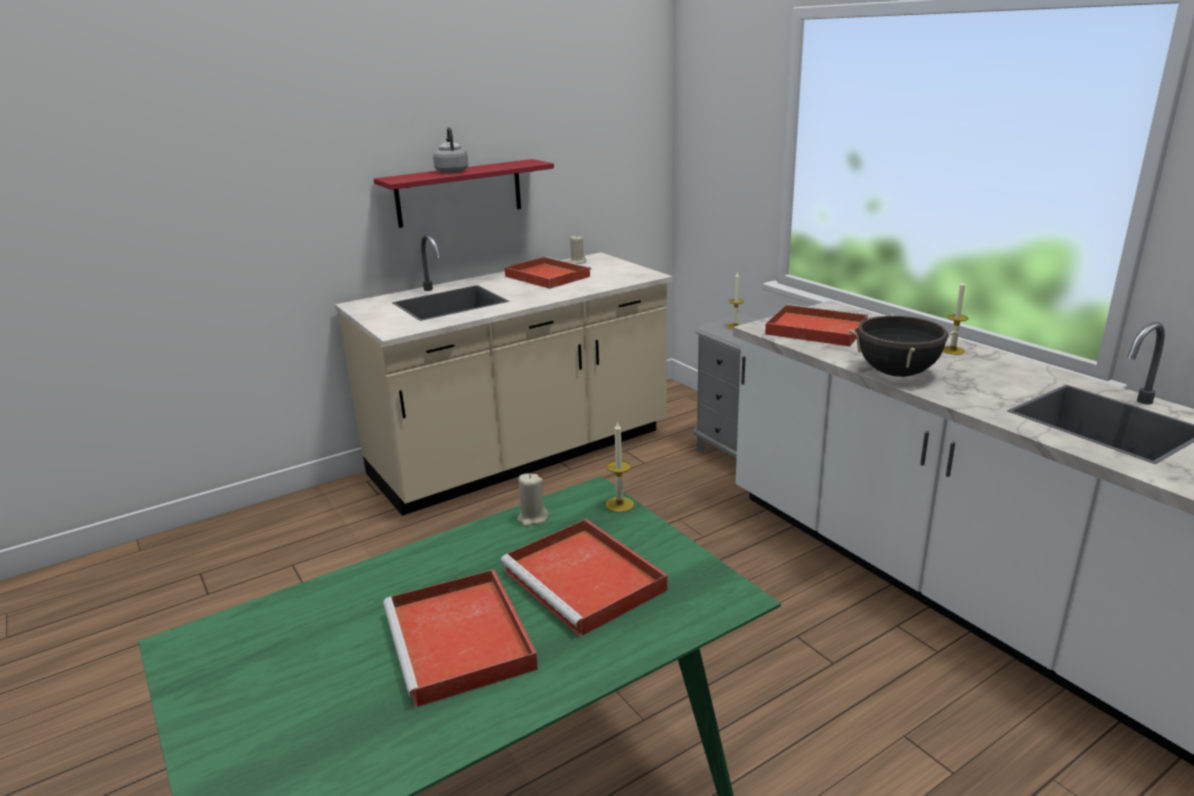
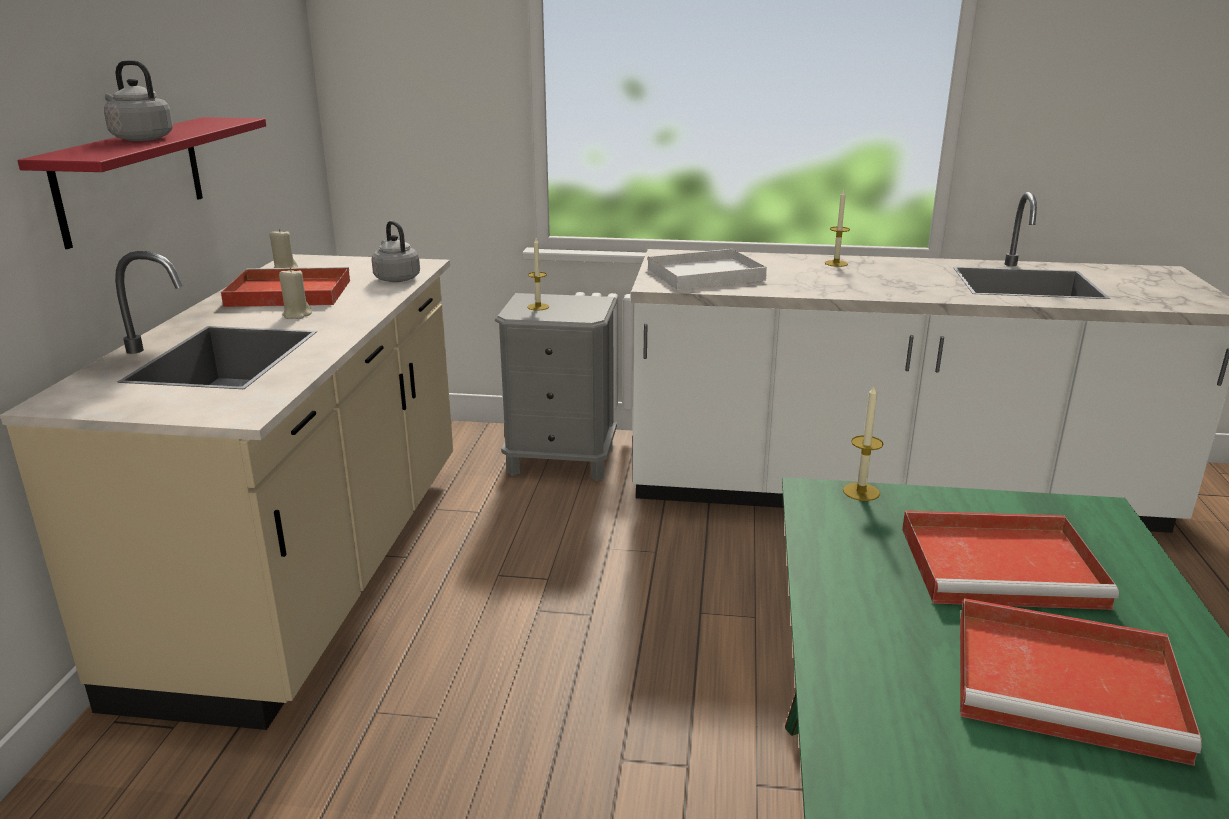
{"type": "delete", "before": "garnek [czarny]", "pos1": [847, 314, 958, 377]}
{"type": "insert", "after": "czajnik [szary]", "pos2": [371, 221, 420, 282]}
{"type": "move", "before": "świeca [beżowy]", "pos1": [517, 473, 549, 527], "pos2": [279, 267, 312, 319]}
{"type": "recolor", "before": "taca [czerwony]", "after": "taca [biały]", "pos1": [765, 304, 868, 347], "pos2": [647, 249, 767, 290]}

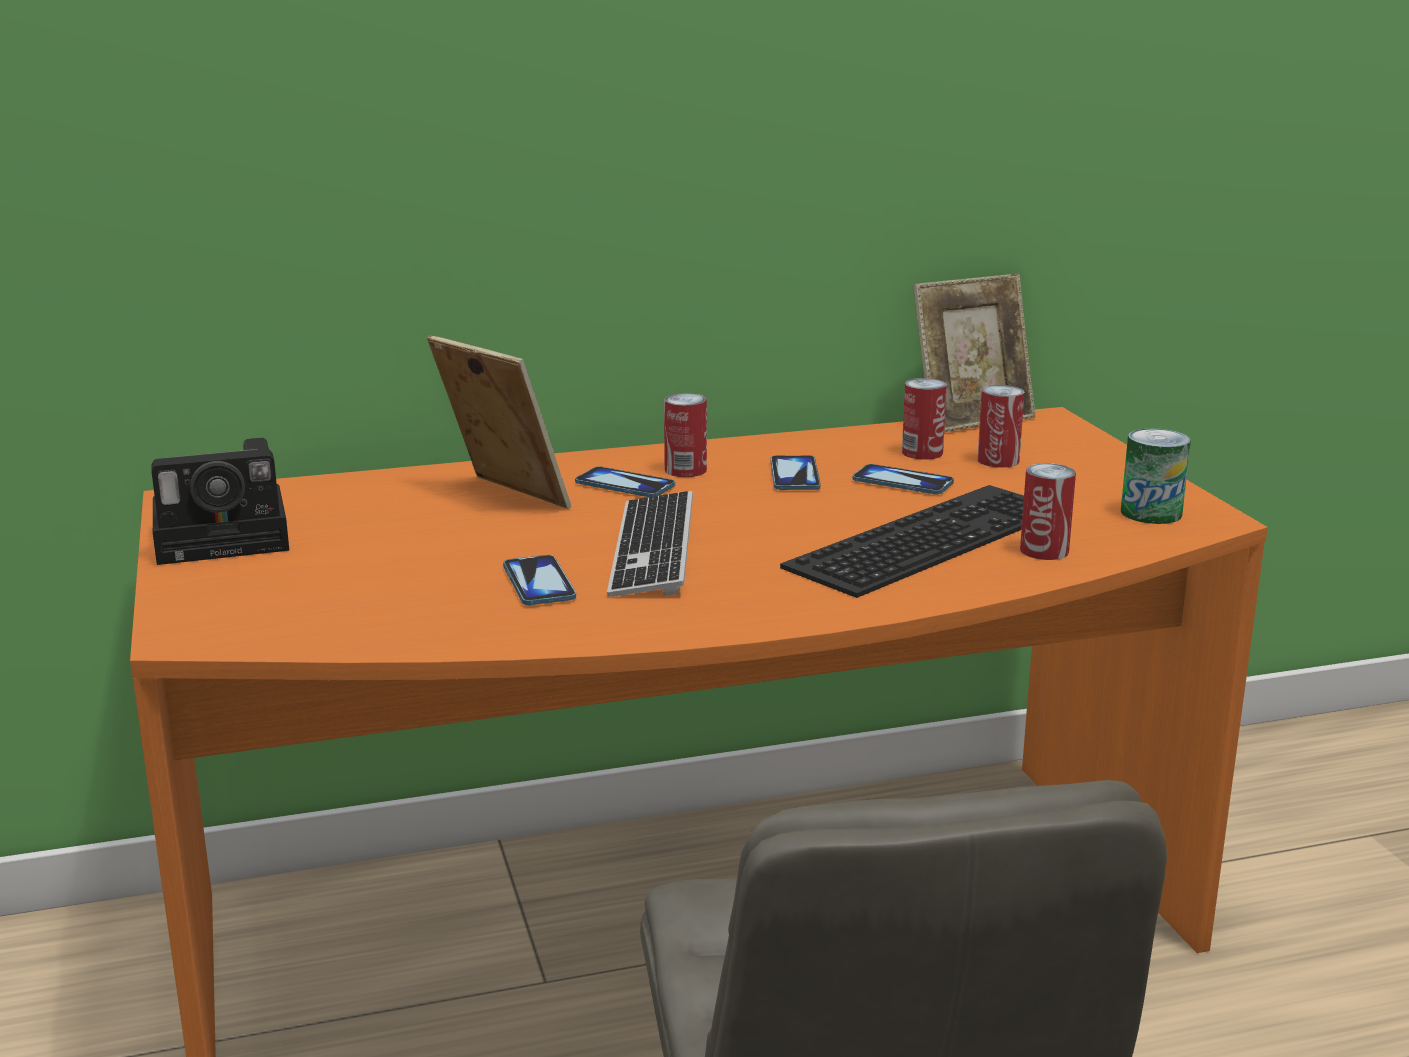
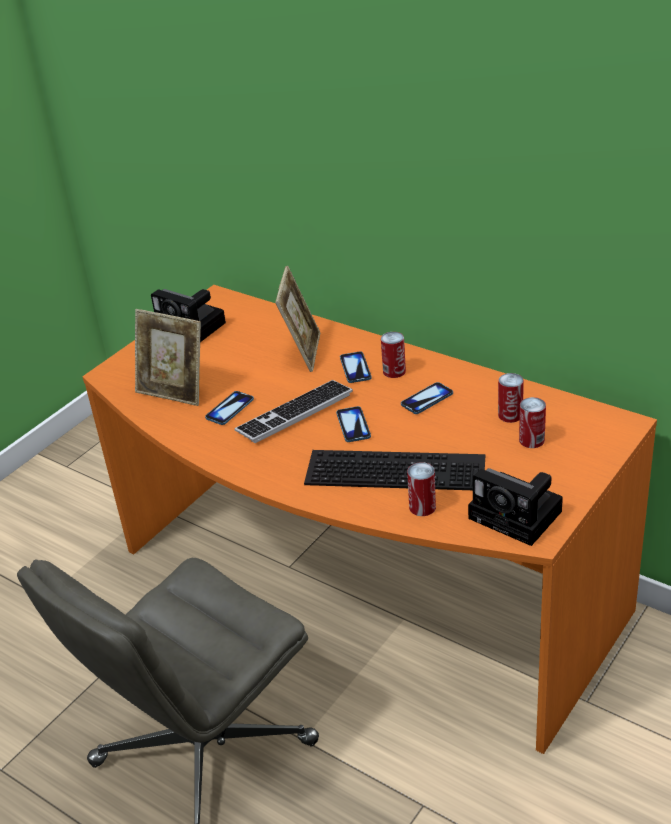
{"type": "move", "before": "telefon", "pos1": [853, 464, 954, 495], "pos2": [336, 406, 371, 442]}
{"type": "move", "before": "ramka na zdjęcie", "pos1": [913, 274, 1036, 432], "pos2": [135, 309, 201, 406]}
{"type": "replace", "before": "puszka", "after": "aparat fotograficzny", "pos1": [1121, 428, 1191, 524], "pos2": [468, 468, 563, 546]}

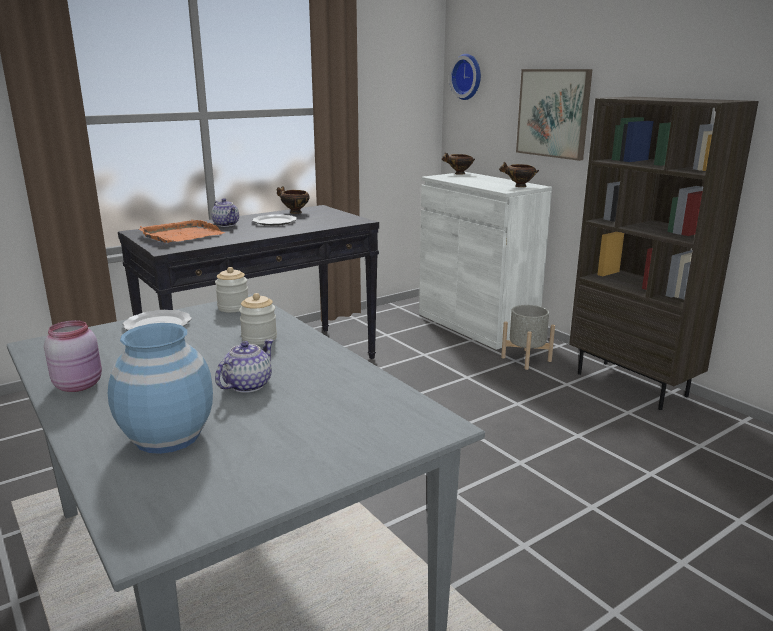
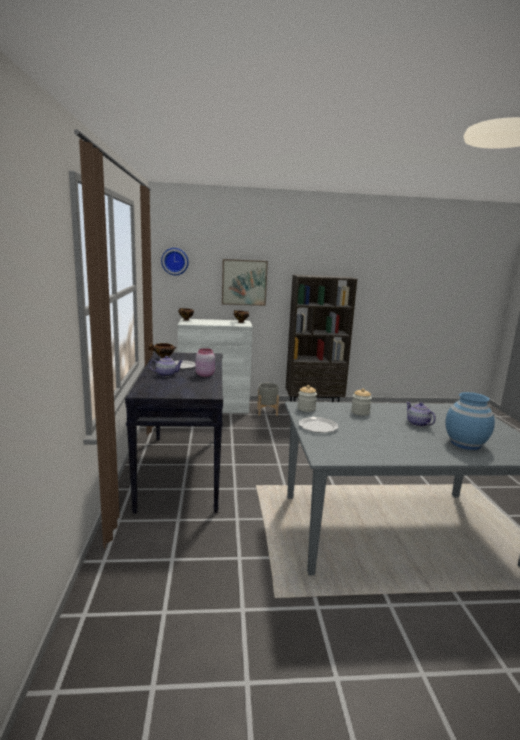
{"type": "delete", "before": "taca [pomarańczowy]", "pos1": [139, 220, 225, 243]}
{"type": "move", "before": "słoik [różowy]", "pos1": [44, 320, 102, 392], "pos2": [195, 348, 215, 377]}

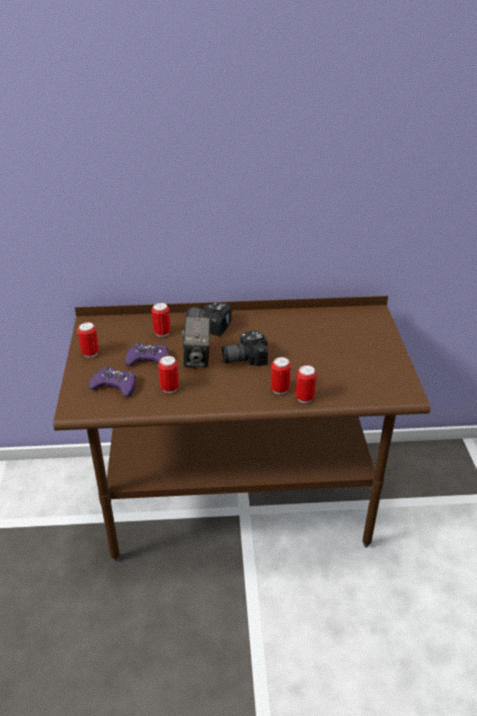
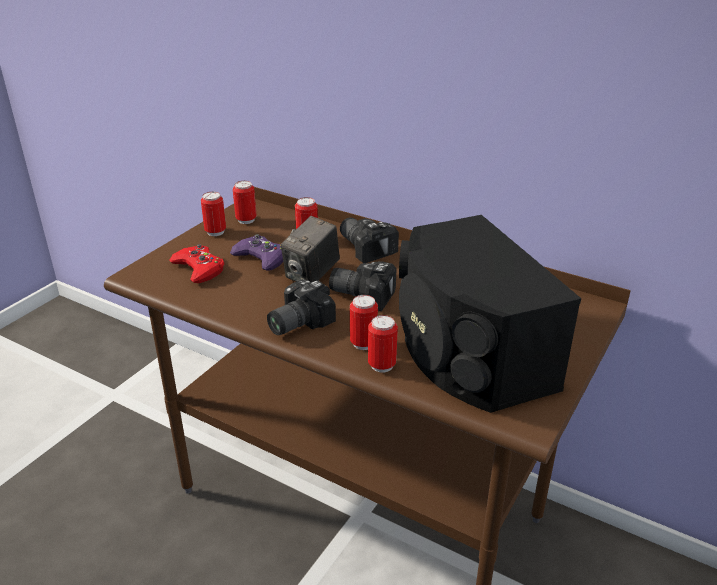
{"type": "insert", "after": "aparat fotograficzny", "pos2": [267, 279, 336, 335]}
{"type": "insert", "after": "głośnik [czarny]", "pos2": [399, 215, 581, 413]}
{"type": "move", "before": "puszka", "pos1": [158, 356, 179, 393], "pos2": [233, 181, 257, 224]}
{"type": "recolor", "before": "pad do gier [fioletowy]", "after": "pad do gier [czerwony]", "pos1": [89, 367, 137, 397], "pos2": [170, 244, 224, 283]}

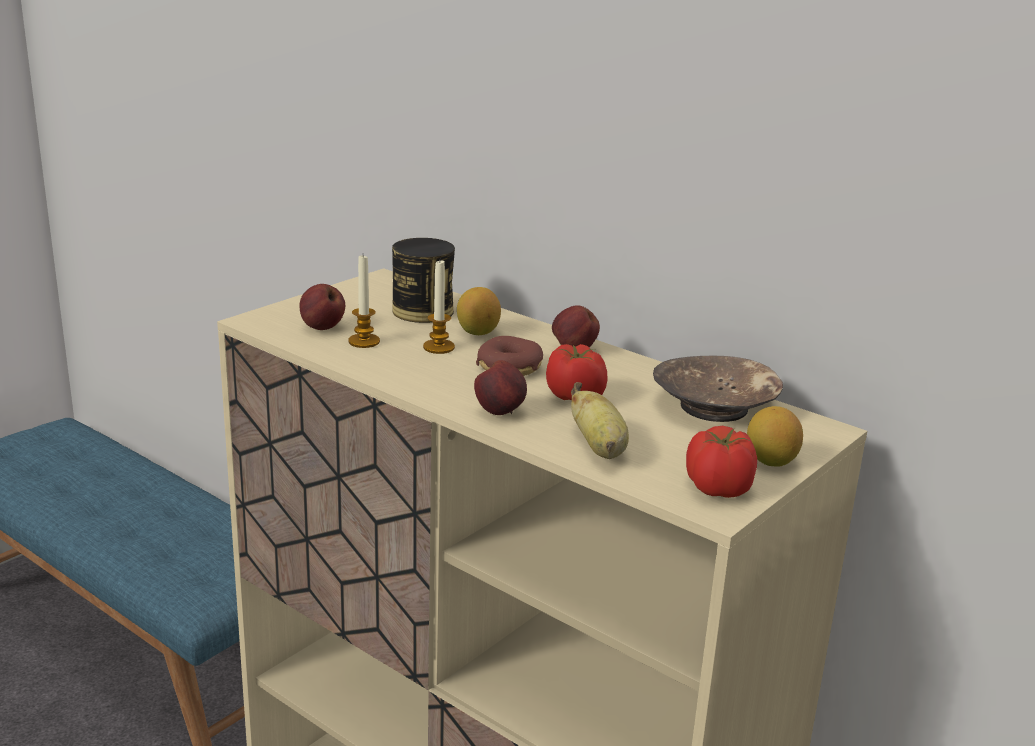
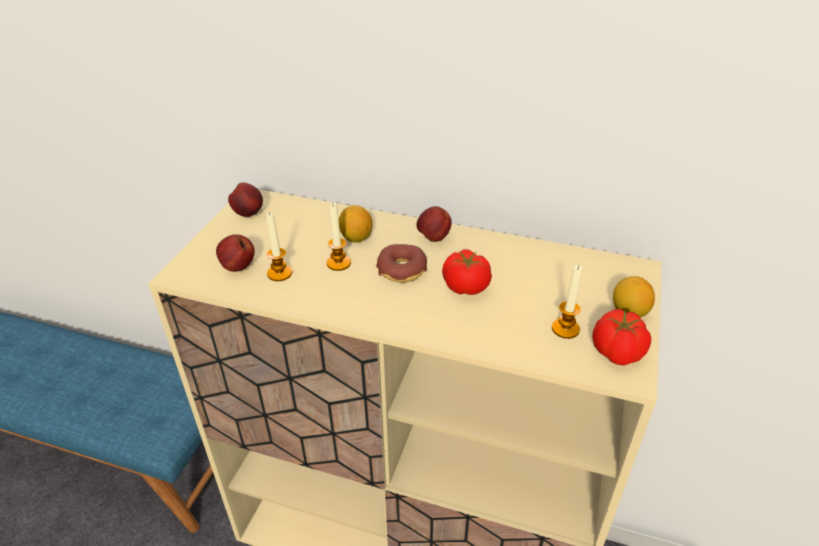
{"type": "delete", "before": "puszka", "pos1": [392, 238, 455, 323]}
{"type": "delete", "before": "banan", "pos1": [571, 382, 629, 459]}
{"type": "delete", "before": "miska [brązowy]", "pos1": [653, 356, 783, 422]}
{"type": "insert", "after": "świeca", "pos2": [552, 265, 582, 339]}
{"type": "move", "before": "jabłko", "pos1": [474, 360, 527, 415], "pos2": [228, 182, 263, 217]}

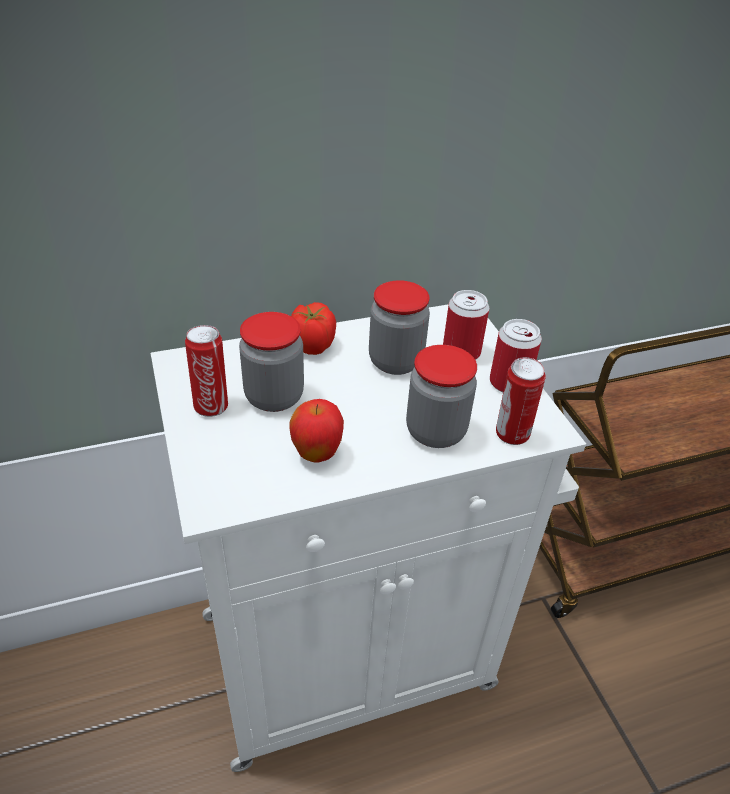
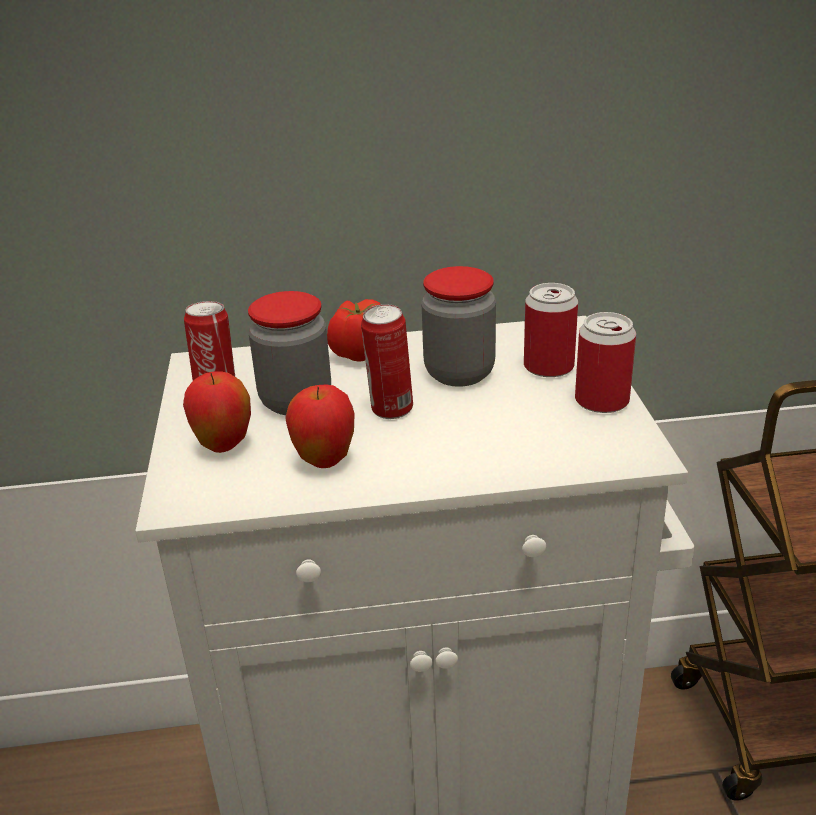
{"type": "delete", "before": "słoik", "pos1": [406, 345, 477, 448]}
{"type": "insert", "after": "jabłko", "pos2": [183, 371, 251, 453]}
{"type": "move", "before": "puszka", "pos1": [496, 357, 545, 445], "pos2": [361, 304, 413, 419]}

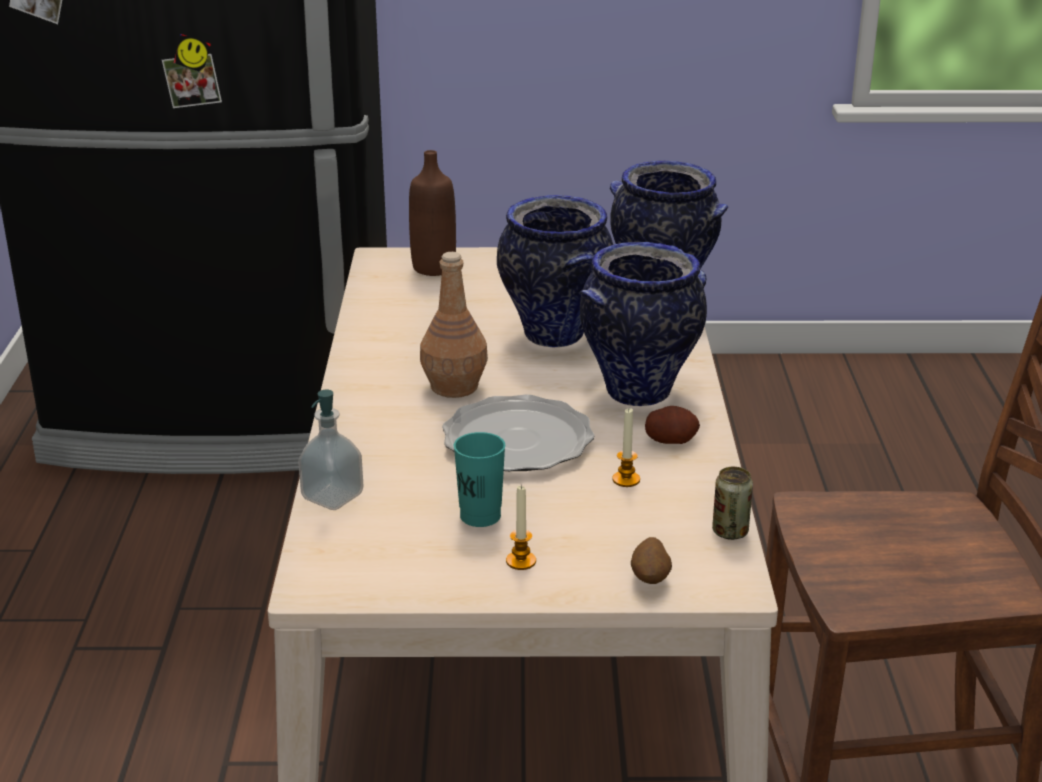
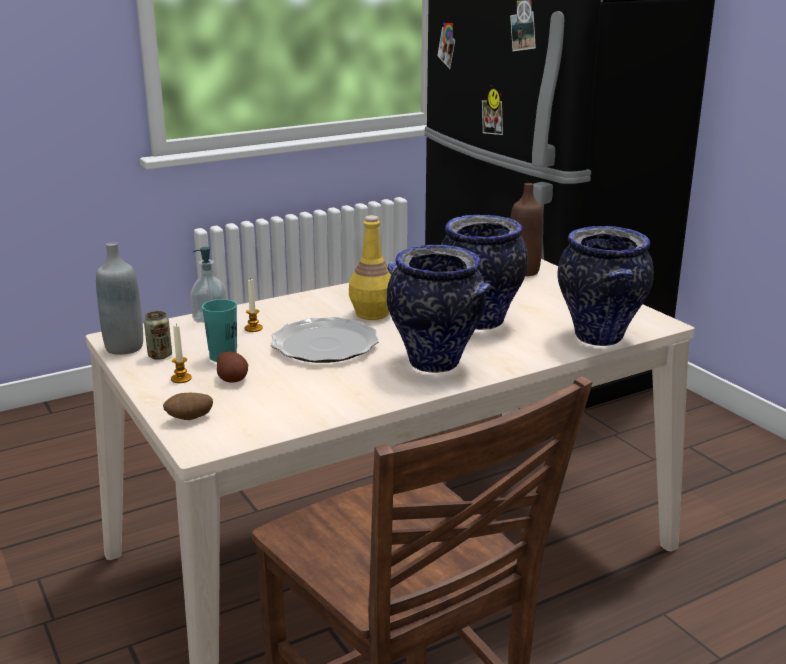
{"type": "insert", "after": "butelka [szary]", "pos2": [96, 242, 143, 355]}
{"type": "move", "before": "świeca", "pos1": [612, 408, 640, 487], "pos2": [245, 278, 263, 332]}
{"type": "move", "before": "ziemniak", "pos1": [645, 406, 700, 444], "pos2": [217, 351, 248, 383]}
{"type": "move", "before": "puszka", "pos1": [712, 467, 753, 540], "pos2": [144, 311, 172, 360]}
{"type": "recolor", "before": "butelka [brązowy]", "after": "butelka [żółty]", "pos1": [420, 252, 488, 398], "pos2": [349, 215, 391, 320]}

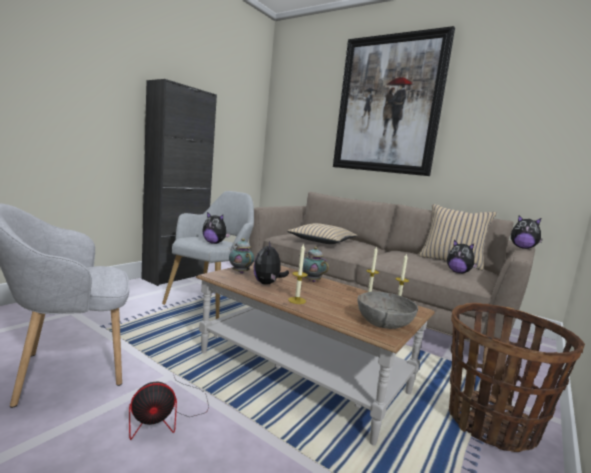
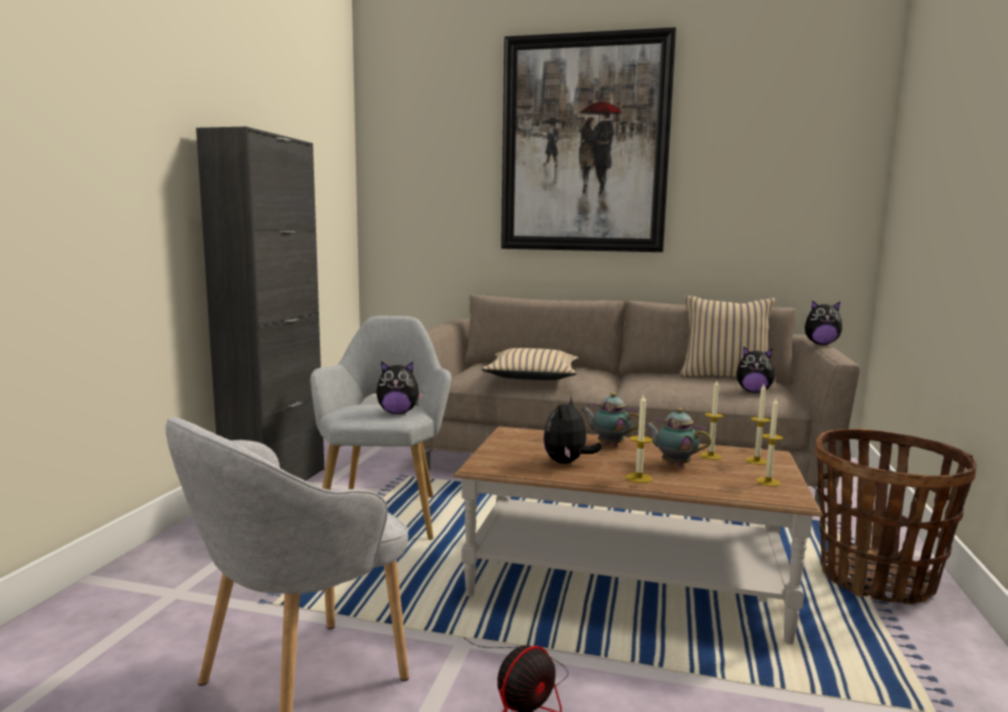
{"type": "move", "before": "imbryk", "pos1": [229, 238, 254, 274], "pos2": [645, 408, 711, 466]}
{"type": "replace", "before": "miska [szary]", "after": "świeca", "pos1": [357, 292, 418, 329], "pos2": [756, 398, 783, 487]}
{"type": "rotate", "before": "pluszak", "pos1": [254, 241, 289, 285], "pos2": [543, 397, 602, 464], "turn": 45}

